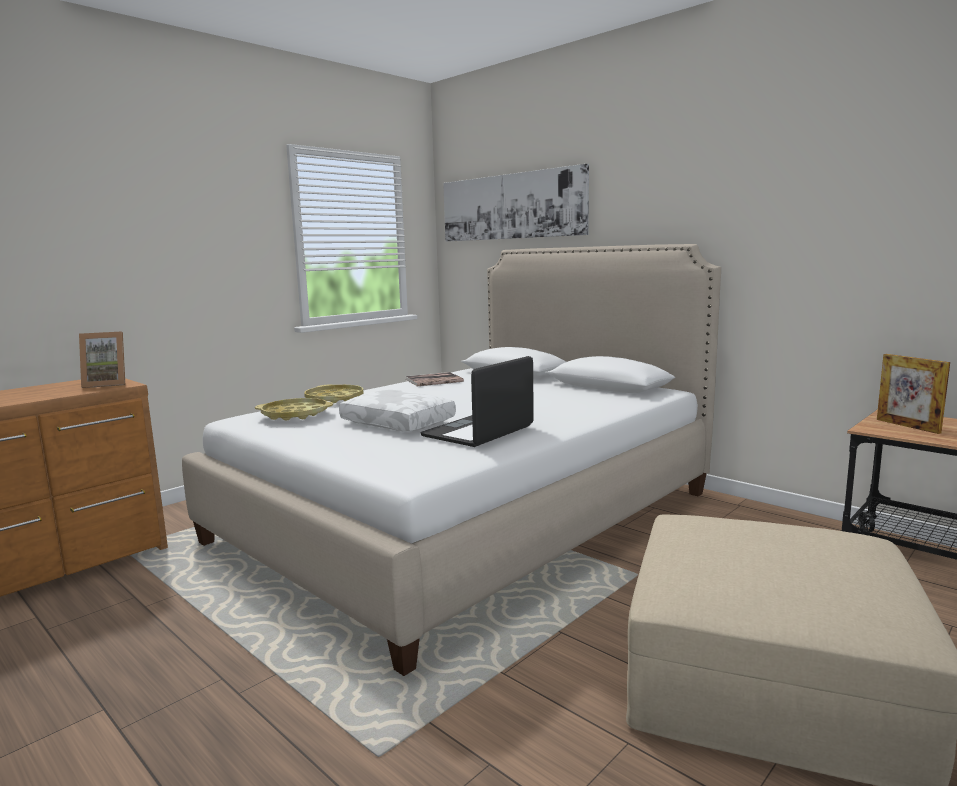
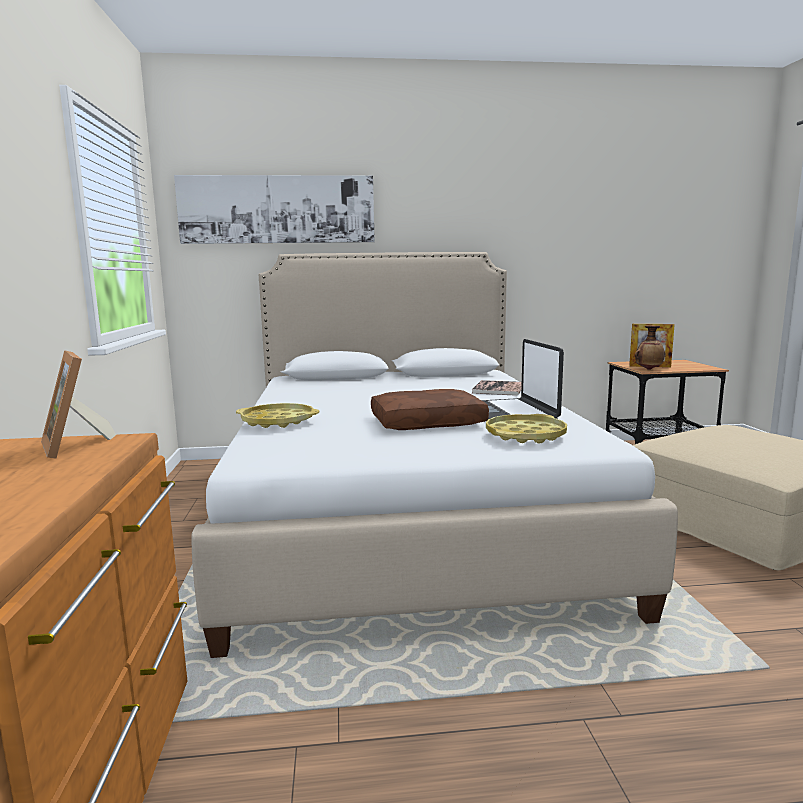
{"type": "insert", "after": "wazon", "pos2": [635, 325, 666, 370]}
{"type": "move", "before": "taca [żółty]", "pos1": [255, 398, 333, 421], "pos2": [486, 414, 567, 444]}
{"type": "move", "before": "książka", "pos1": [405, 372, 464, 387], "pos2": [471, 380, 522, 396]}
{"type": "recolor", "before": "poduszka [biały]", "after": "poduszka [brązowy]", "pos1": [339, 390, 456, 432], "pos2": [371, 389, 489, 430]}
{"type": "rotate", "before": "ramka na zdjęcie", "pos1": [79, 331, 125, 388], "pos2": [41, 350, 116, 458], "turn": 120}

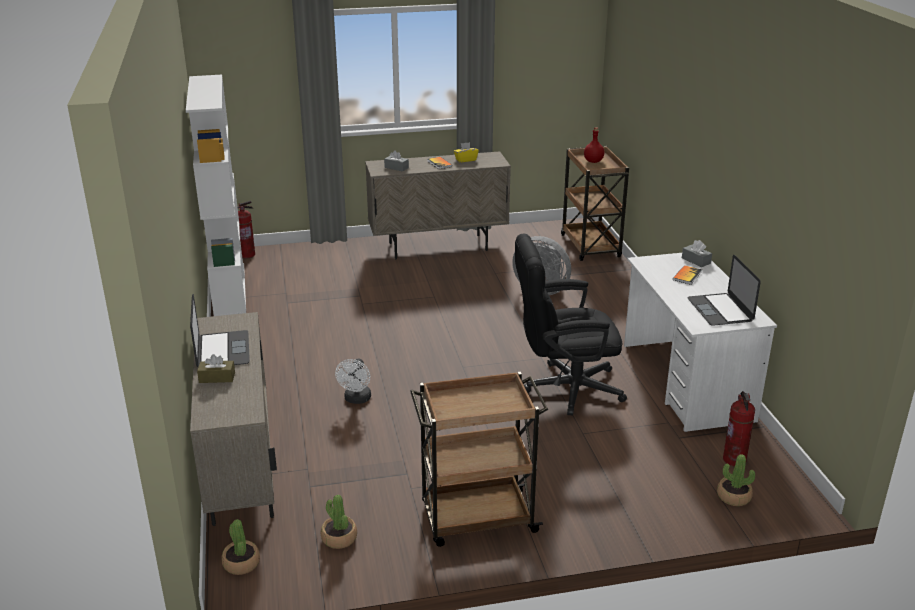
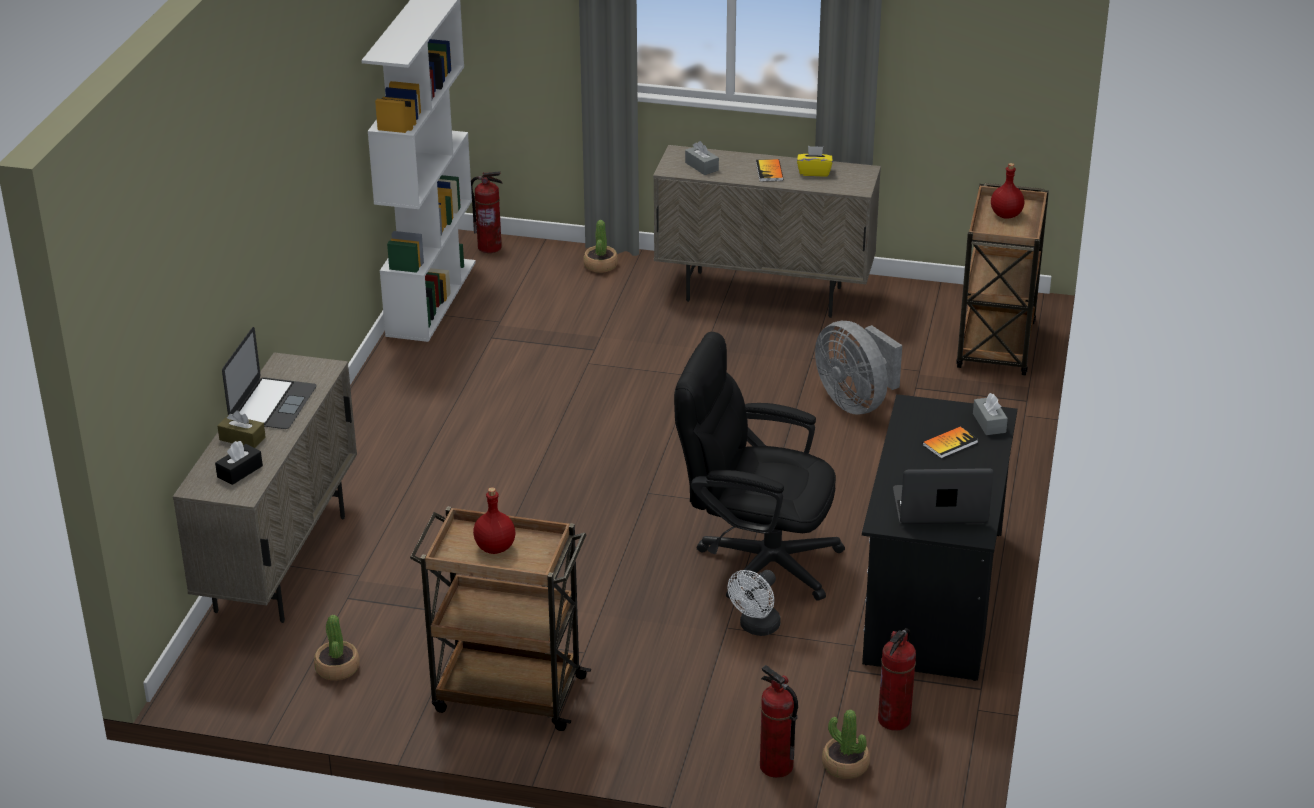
{"type": "insert", "after": "pudełko chusteczek [czarny]", "pos2": [215, 441, 263, 485]}
{"type": "insert", "after": "butelka [czerwony]", "pos2": [473, 487, 515, 554]}
{"type": "insert", "after": "gaśnica", "pos2": [760, 665, 798, 778]}
{"type": "move", "before": "roślina doniczkowa", "pos1": [221, 519, 260, 575], "pos2": [583, 220, 618, 273]}
{"type": "move", "before": "wentylator [biały]", "pos1": [335, 359, 371, 404], "pos2": [728, 570, 781, 636]}
{"type": "recolor", "before": "biurko [biały]", "after": "biurko [czarny]", "pos1": [624, 253, 777, 432], "pos2": [862, 394, 1017, 681]}
{"type": "rotate", "before": "laptop", "pos1": [687, 255, 761, 326], "pos2": [893, 468, 994, 524], "turn": 75}

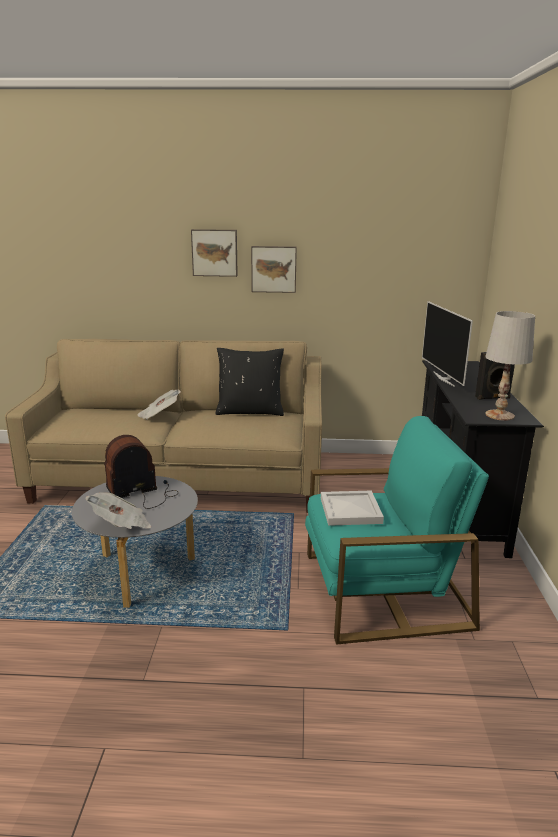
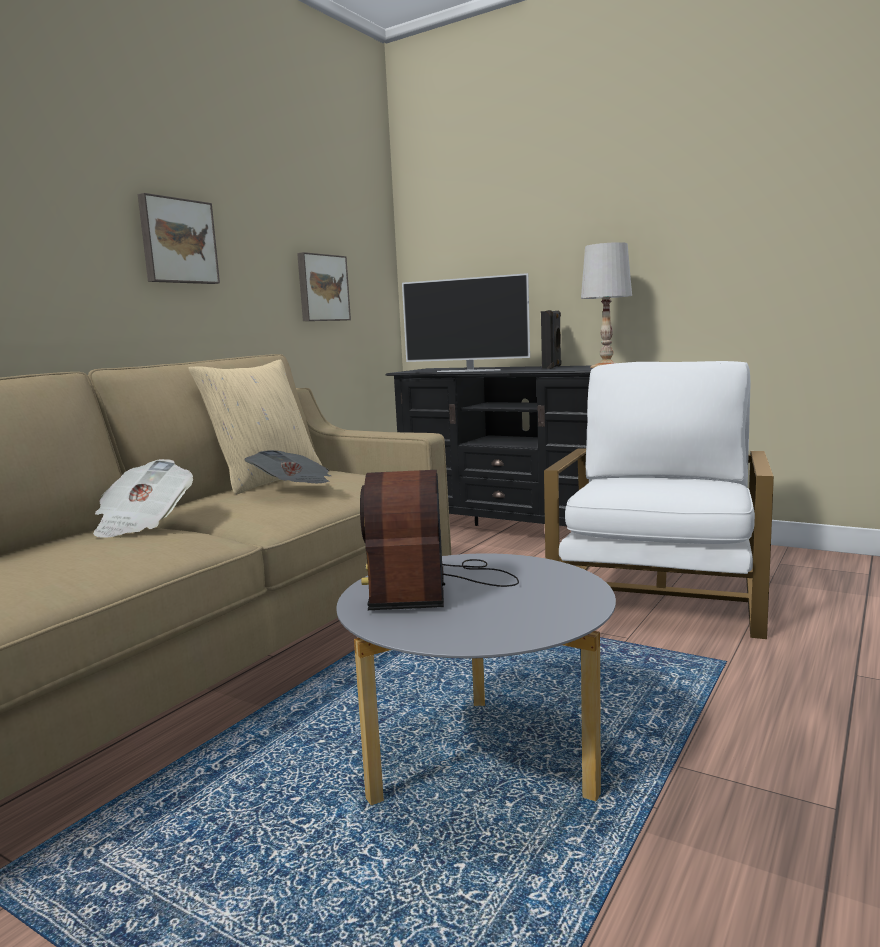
{"type": "delete", "before": "taca [biały]", "pos1": [321, 491, 384, 526]}
{"type": "move", "before": "gazeta", "pos1": [85, 492, 151, 529], "pos2": [244, 450, 331, 483]}
{"type": "move", "before": "obraz", "pos1": [191, 229, 238, 277], "pos2": [297, 252, 351, 321]}
{"type": "recolor", "before": "poduszka [czarny]", "after": "poduszka [beżowy]", "pos1": [216, 348, 284, 416], "pos2": [188, 360, 322, 495]}
{"type": "recolor", "before": "fotel [turkusowy]", "after": "fotel [biały]", "pos1": [305, 416, 489, 645], "pos2": [544, 361, 774, 639]}

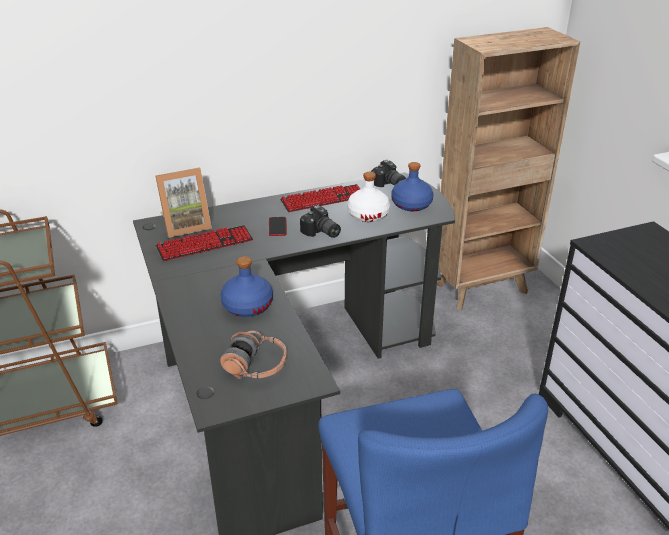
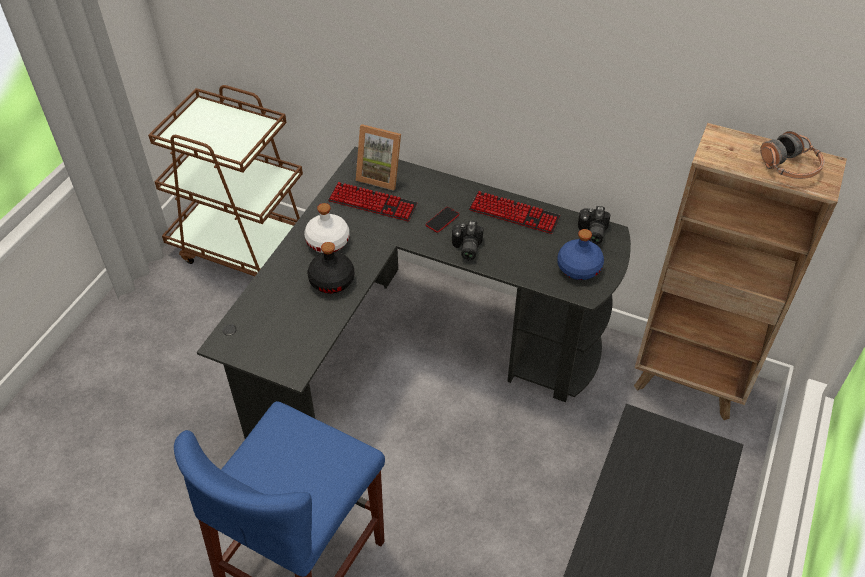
{"type": "move", "before": "słuchawki", "pos1": [220, 331, 287, 379], "pos2": [760, 131, 825, 179]}
{"type": "move", "before": "butelka [biały]", "pos1": [347, 172, 390, 222], "pos2": [304, 203, 349, 253]}
{"type": "recolor", "before": "butelka [niebieski]", "after": "butelka [czarny]", "pos1": [221, 256, 273, 317], "pos2": [307, 242, 354, 293]}

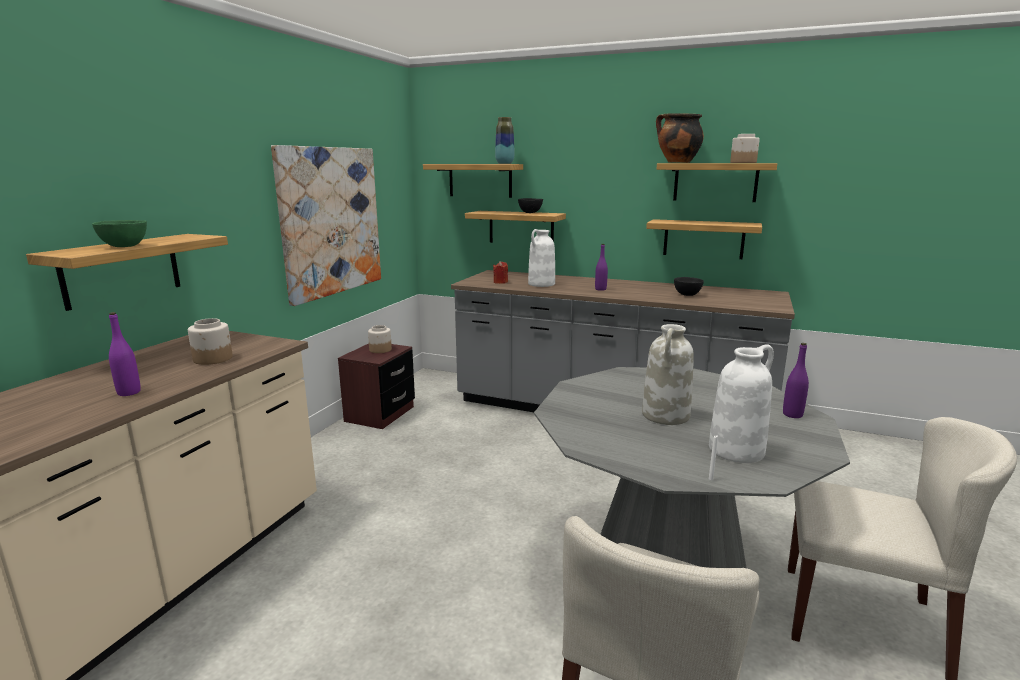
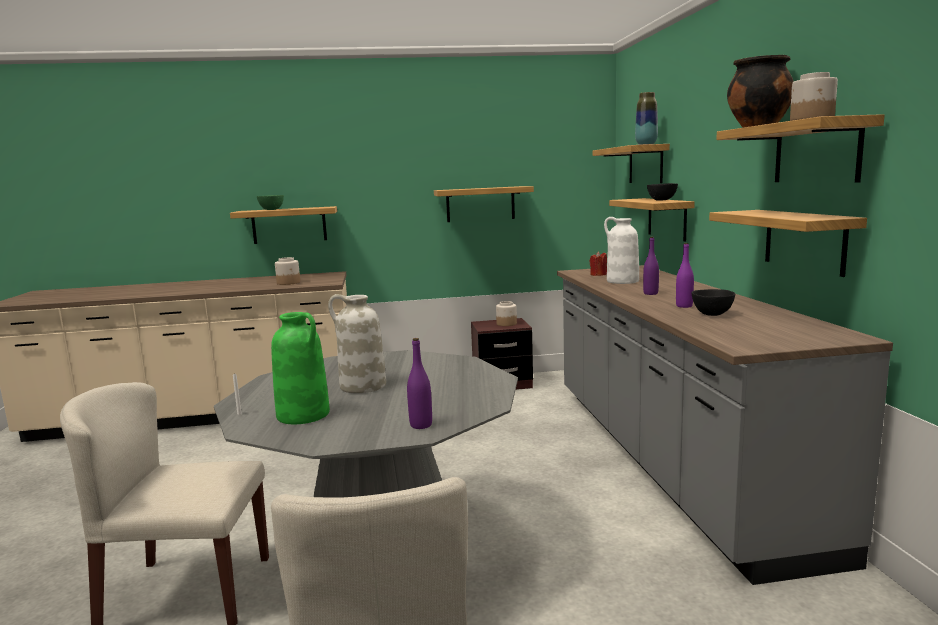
{"type": "move", "before": "butelka [fioletowy]", "pos1": [109, 312, 141, 396], "pos2": [676, 243, 694, 308]}
{"type": "replace", "before": "obraz", "after": "półka", "pos1": [271, 145, 381, 306], "pos2": [434, 186, 534, 222]}
{"type": "recolor", "before": "wazon [biały]", "after": "wazon [zielony]", "pos1": [709, 344, 774, 463], "pos2": [271, 312, 330, 424]}

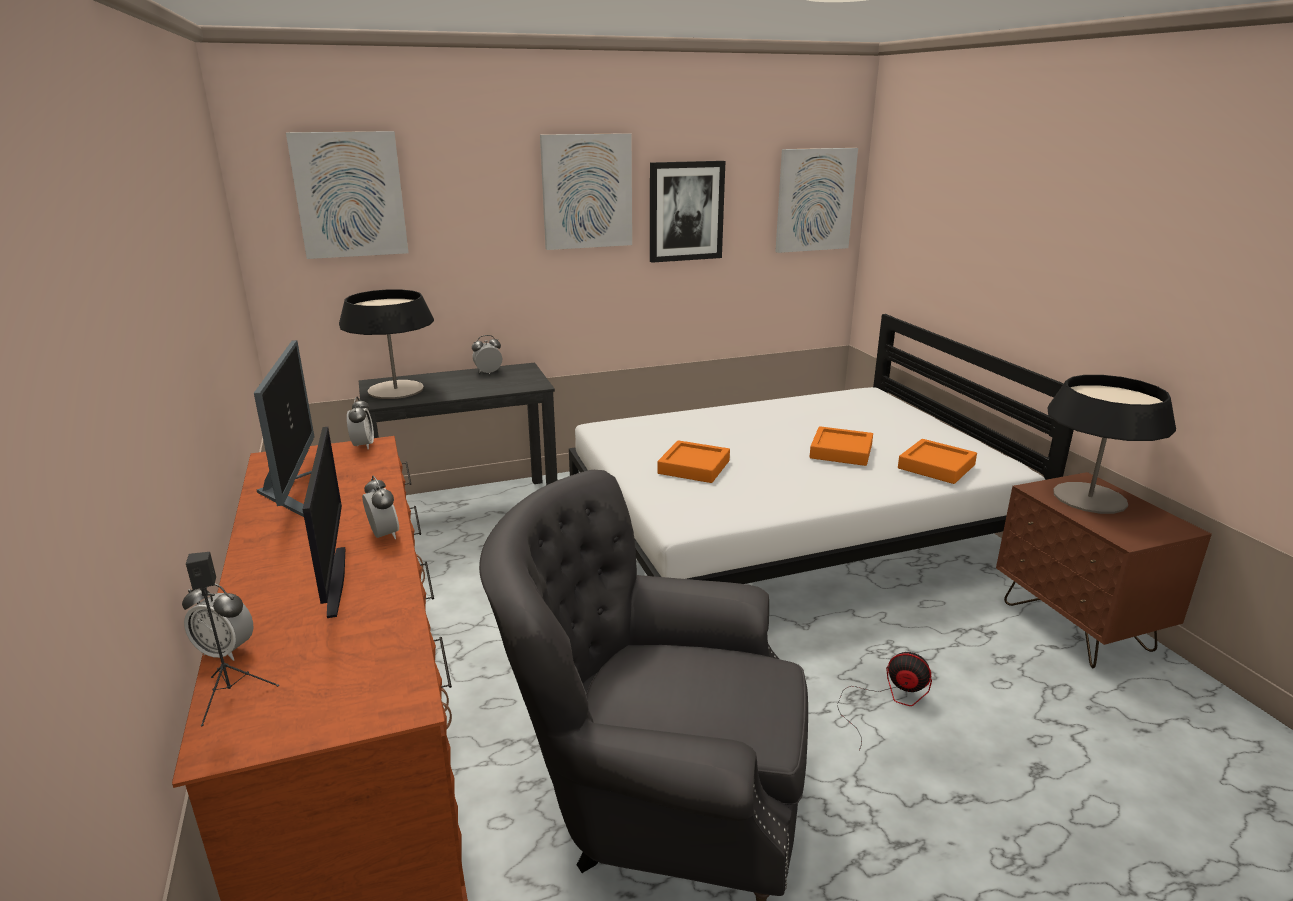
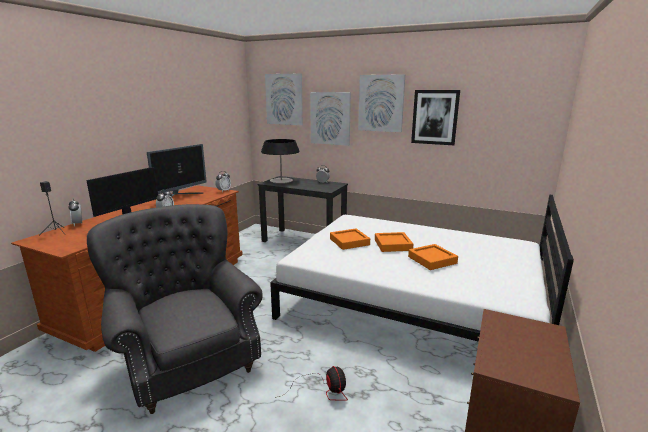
{"type": "delete", "before": "lampa stołowa", "pos1": [1048, 375, 1176, 514]}
{"type": "move", "before": "obraz", "pos1": [775, 148, 858, 253], "pos2": [310, 92, 351, 146]}
{"type": "move", "before": "taca [pomarańczowy]", "pos1": [898, 439, 977, 484], "pos2": [375, 232, 413, 252]}

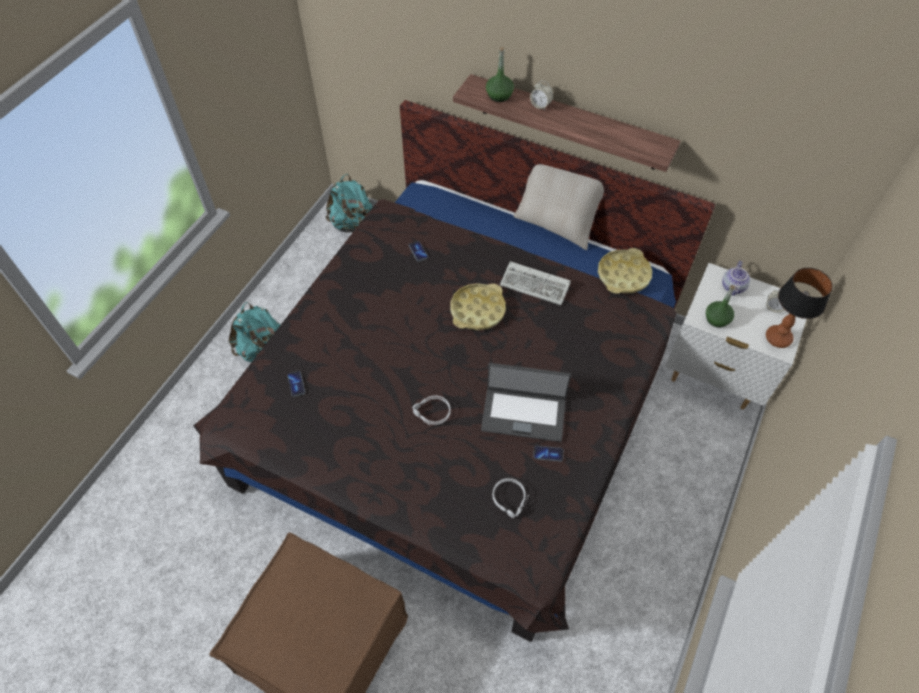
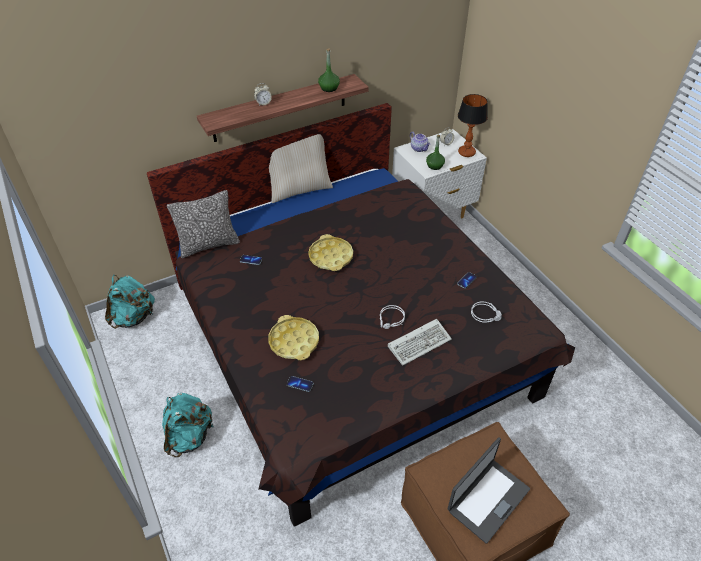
{"type": "insert", "after": "poduszka", "pos2": [167, 190, 240, 258]}
{"type": "move", "before": "laptop", "pos1": [481, 363, 571, 442], "pos2": [448, 437, 530, 544]}
{"type": "move", "before": "butelka [zielony]", "pos1": [486, 47, 514, 102], "pos2": [318, 48, 340, 92]}
{"type": "move", "before": "klawiatura", "pos1": [500, 261, 571, 305], "pos2": [388, 319, 452, 366]}
{"type": "move", "before": "taca [żółty]", "pos1": [598, 248, 652, 294], "pos2": [268, 315, 319, 360]}

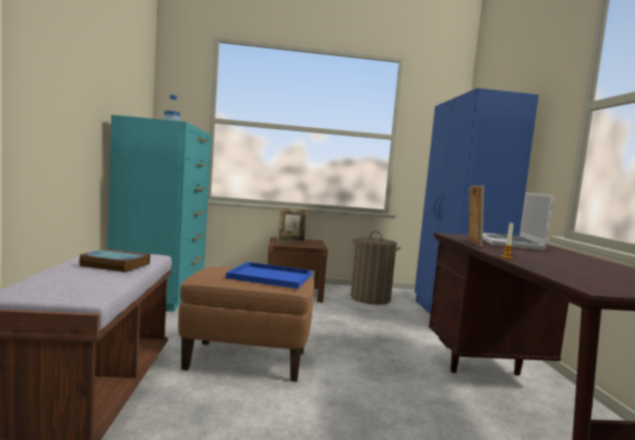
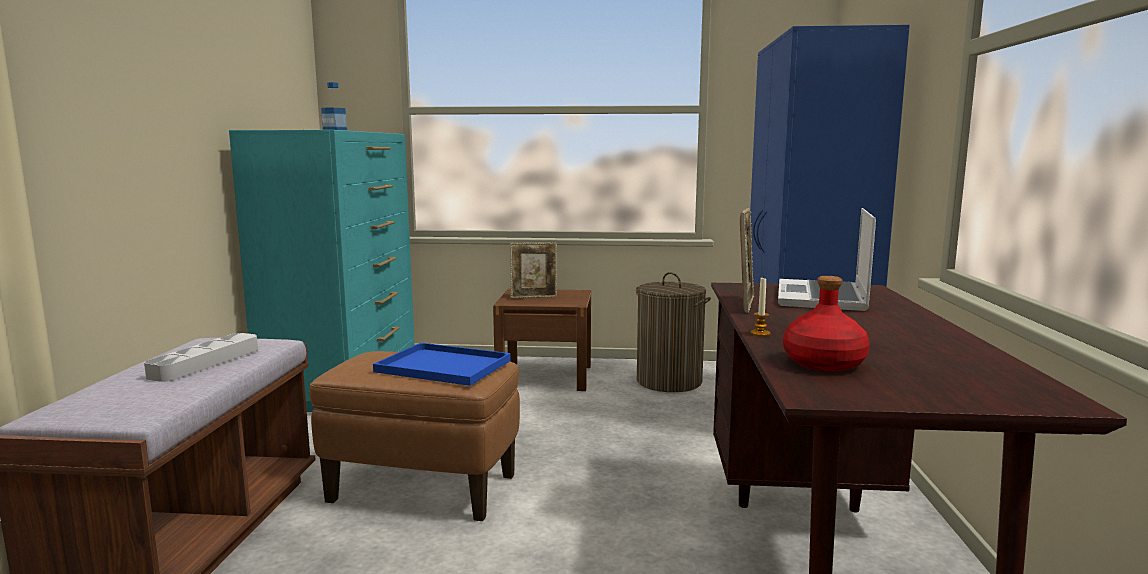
{"type": "insert", "after": "butelka [czerwony]", "pos2": [783, 276, 870, 372]}
{"type": "replace", "before": "książka", "after": "taca [szary]", "pos1": [79, 249, 150, 272], "pos2": [144, 333, 258, 382]}

